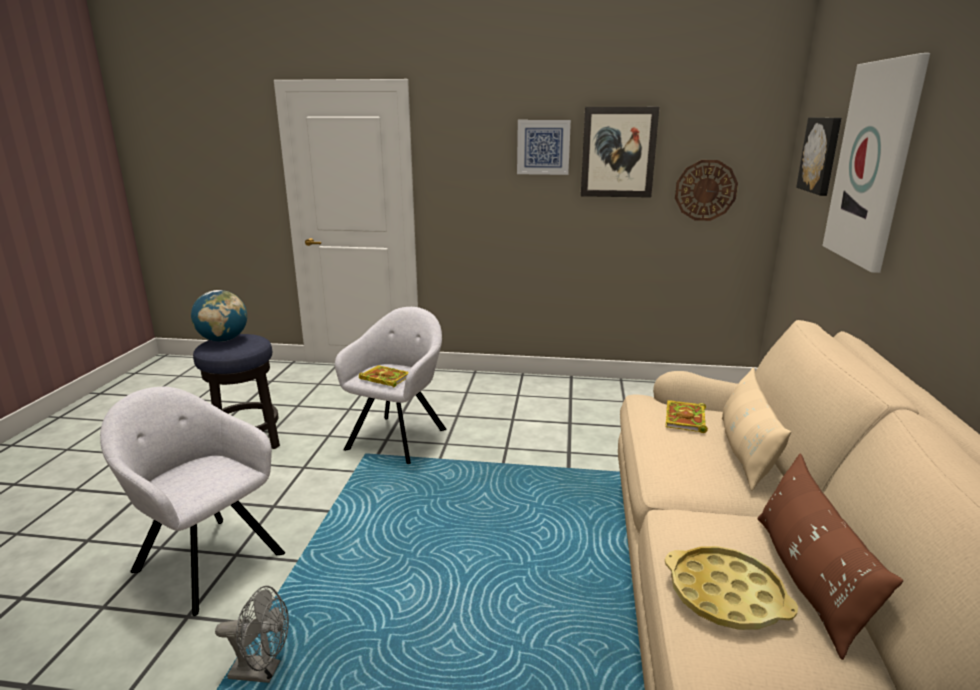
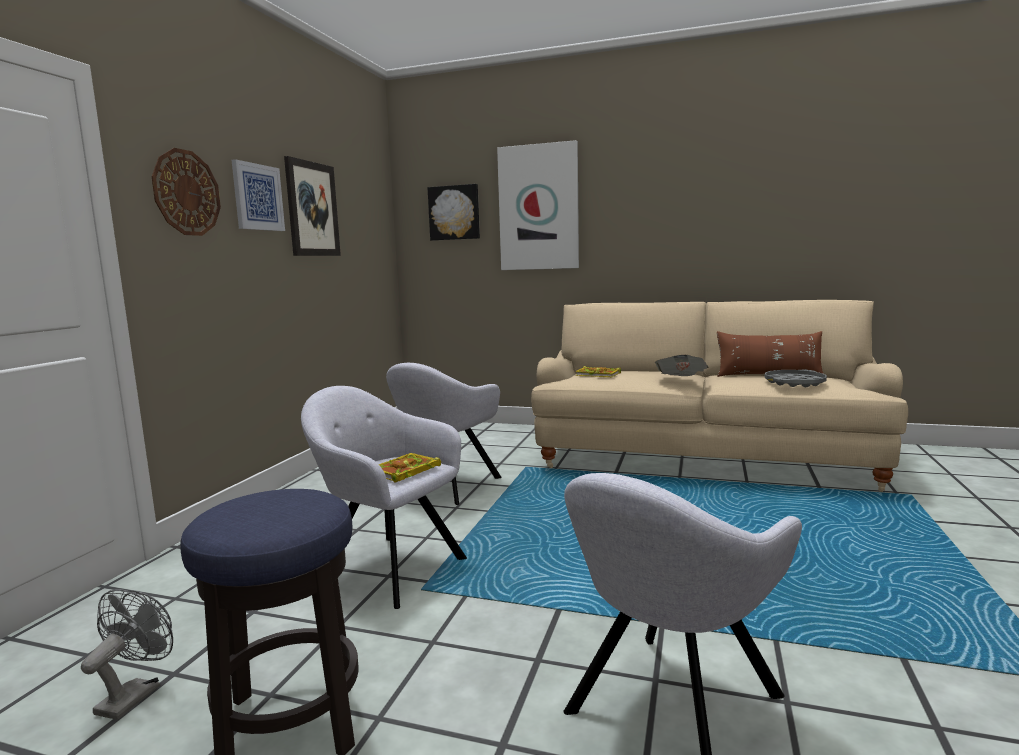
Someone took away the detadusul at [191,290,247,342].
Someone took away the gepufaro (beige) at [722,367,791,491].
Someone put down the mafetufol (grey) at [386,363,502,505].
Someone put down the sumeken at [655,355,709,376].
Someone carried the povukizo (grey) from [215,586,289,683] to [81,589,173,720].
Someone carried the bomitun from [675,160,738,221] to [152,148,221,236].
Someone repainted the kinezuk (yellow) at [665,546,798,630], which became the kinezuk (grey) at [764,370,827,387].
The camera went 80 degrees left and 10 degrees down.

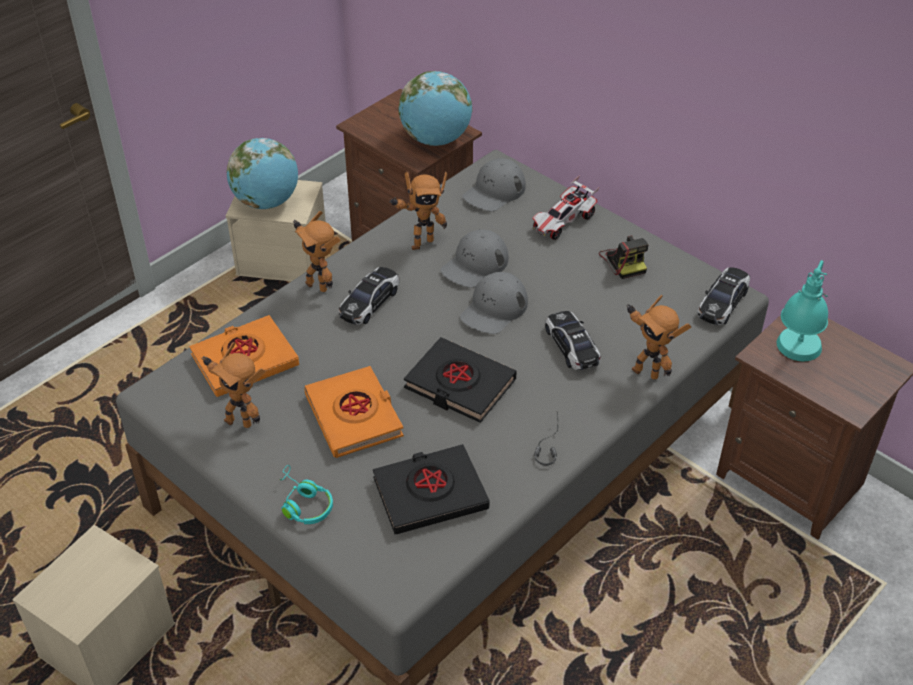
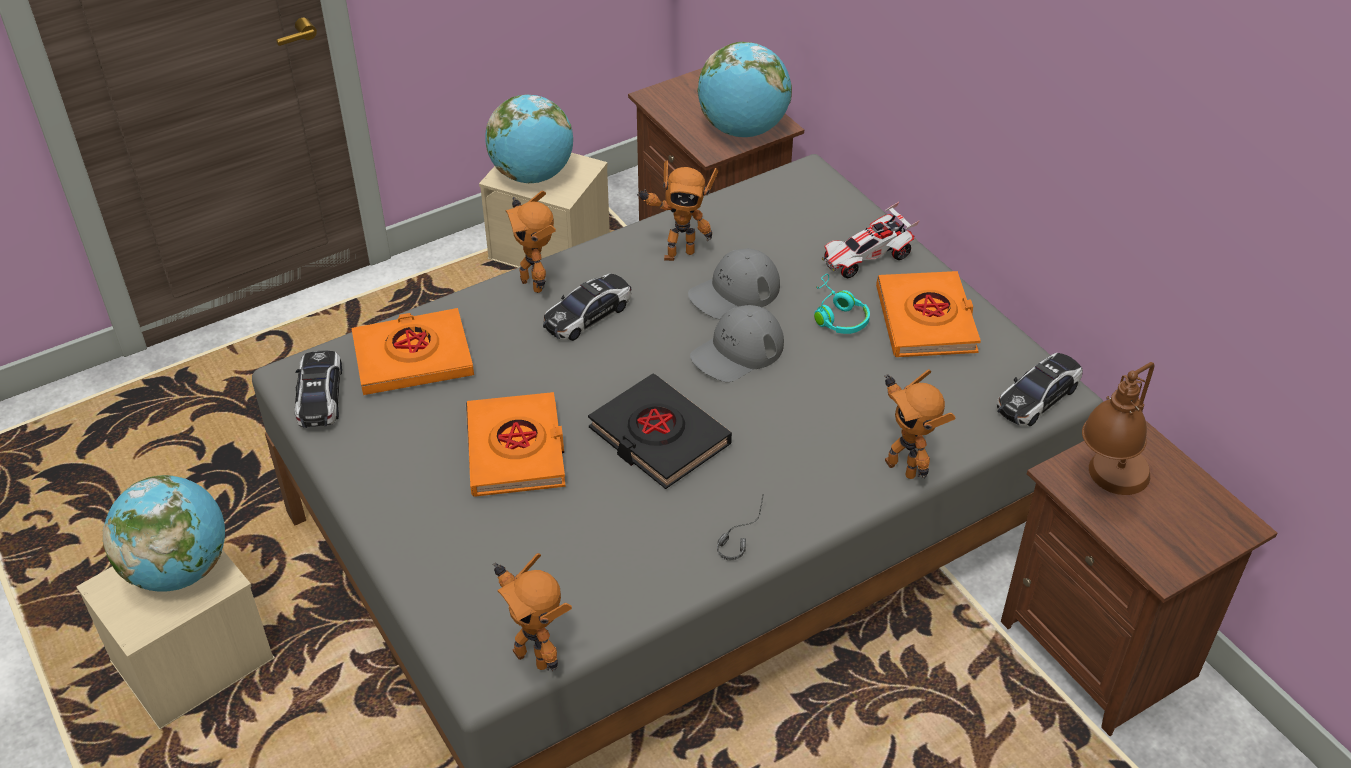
Someone took away the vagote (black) at [373,444,490,534].
Someone took away the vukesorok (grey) at [462,158,526,211].
Someone put down the detadusul at [103,475,225,592].
Someone carried the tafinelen from [201,342,266,428] to [492,553,572,671].
Someone carried the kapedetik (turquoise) from [279,465,333,524] to [814,274,870,334].
Someone carried the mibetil from [545,311,601,370] to [295,351,342,428].
Someone swapped the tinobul at [599,235,649,279] for the vagote (orange) at [876,271,981,357].
Someone repainted the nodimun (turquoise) at [777,260,828,361], which became the nodimun (brown) at [1082,362,1154,495].
The camera went 15 degrees right and 0 degrees up.

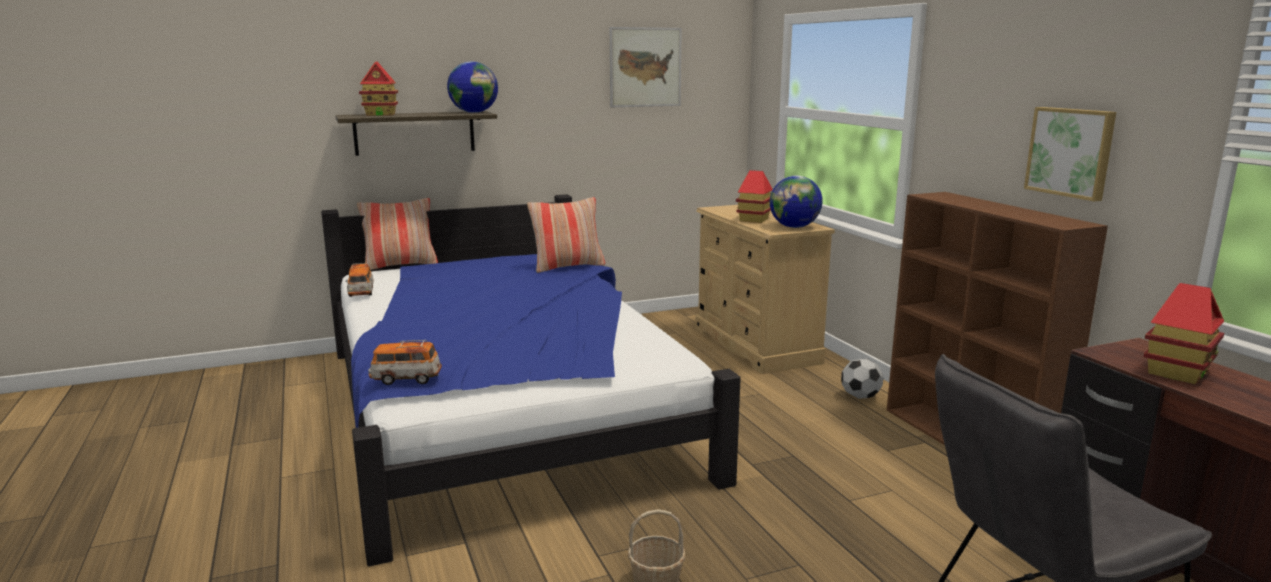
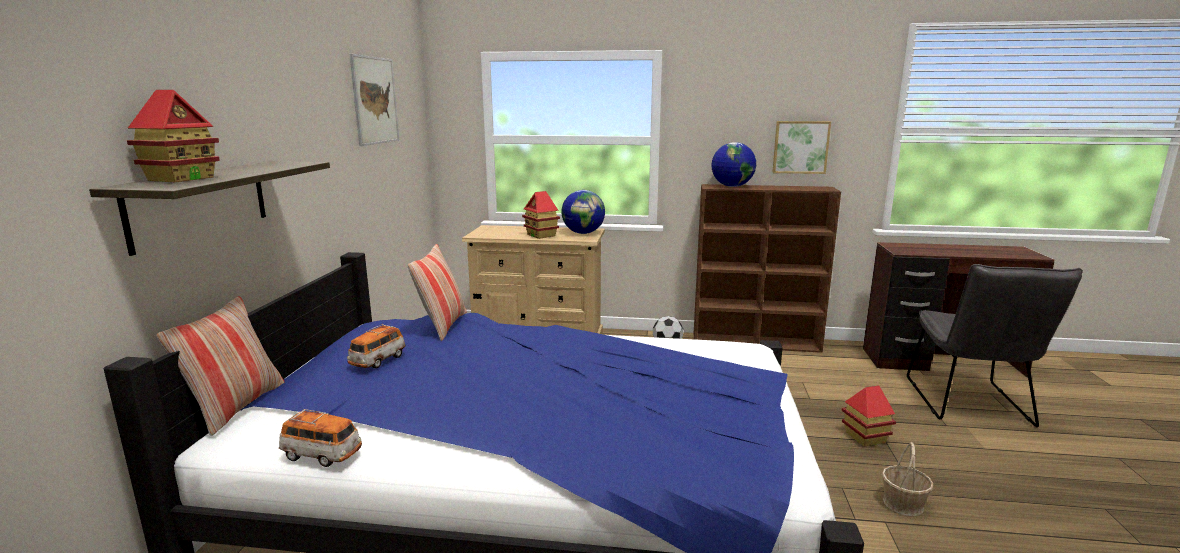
Someone carried the mibetil from [368,340,442,385] to [347,324,406,369].
Someone carried the detadusul from [447,61,498,113] to [712,142,756,187].
Someone carried the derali from [1144,283,1224,384] to [842,386,896,446].
The camera went 60 degrees left and 0 degrees up.

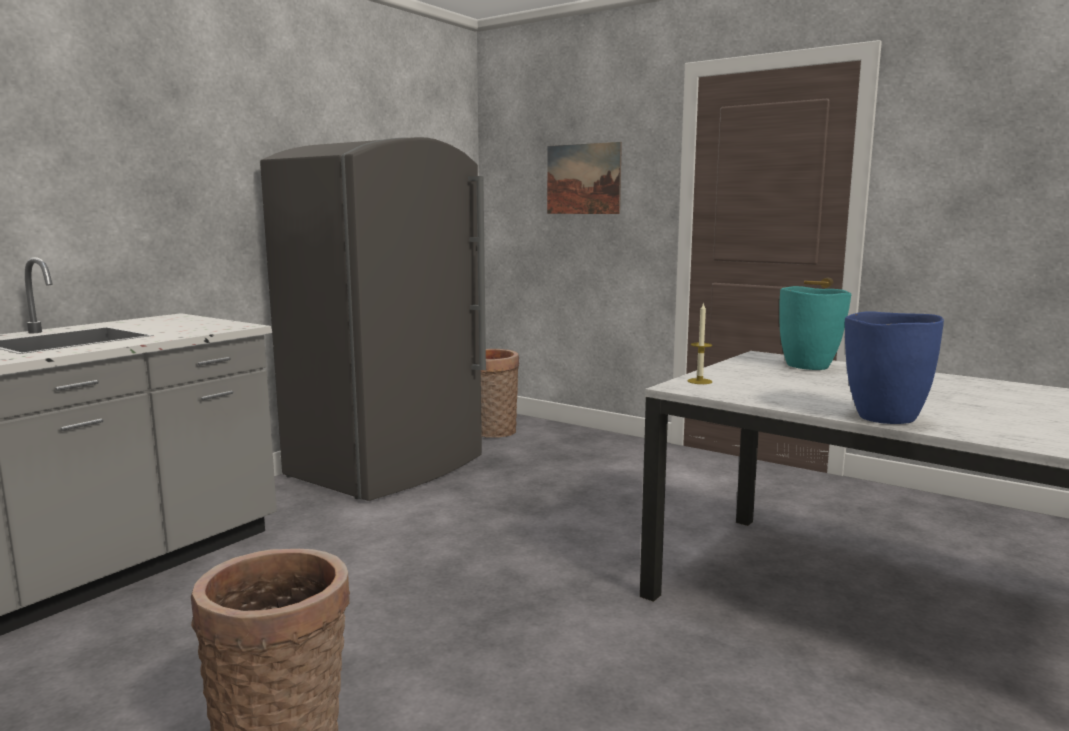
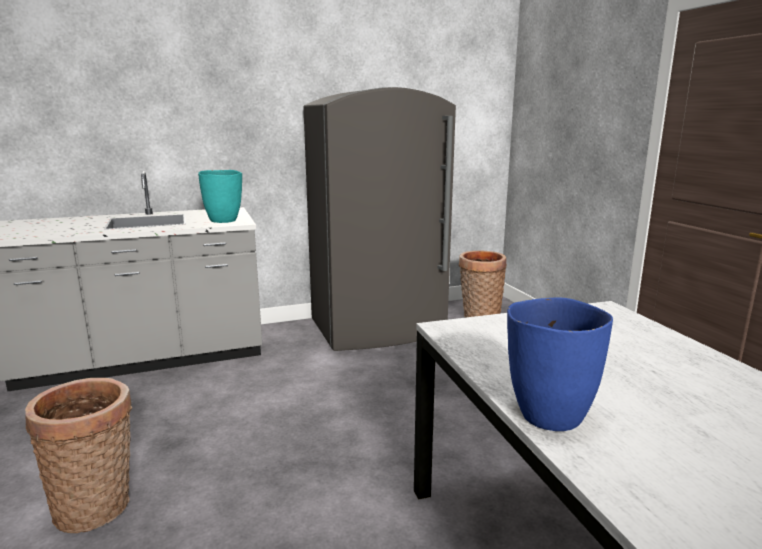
Someone took away the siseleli at [547,142,622,214].
Someone took away the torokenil at [687,302,712,384].
Someone carried the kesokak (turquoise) from [779,286,851,370] to [198,170,242,223].
The camera went 35 degrees right and 5 degrees up.

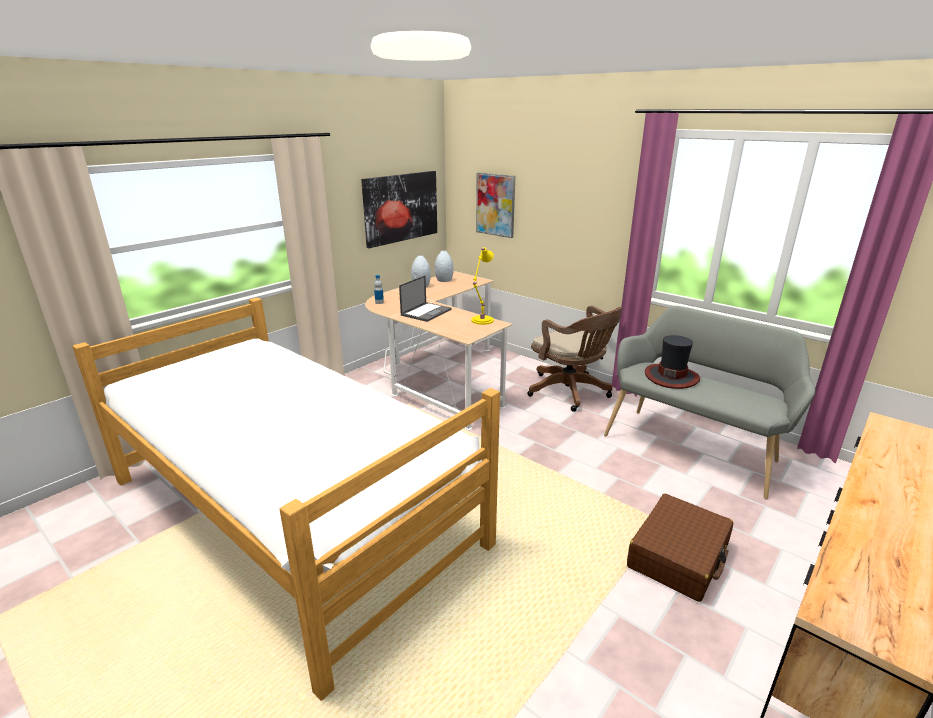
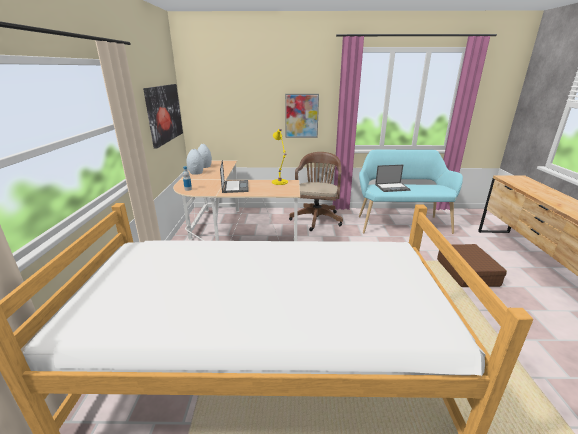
Someone carried the siseleli from [476,173,515,238] to [285,94,319,138].
Someone swapped the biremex at [645,335,700,389] for the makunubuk at [375,165,411,192].
Someone repainted the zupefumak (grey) at [604,306,816,499], which became the zupefumak (turquoise) at [359,150,463,234].
Someone rotated the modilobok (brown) at [527,306,622,412] by 90 degrees counterclockwise.
The camera went 40 degrees left and 0 degrees up.

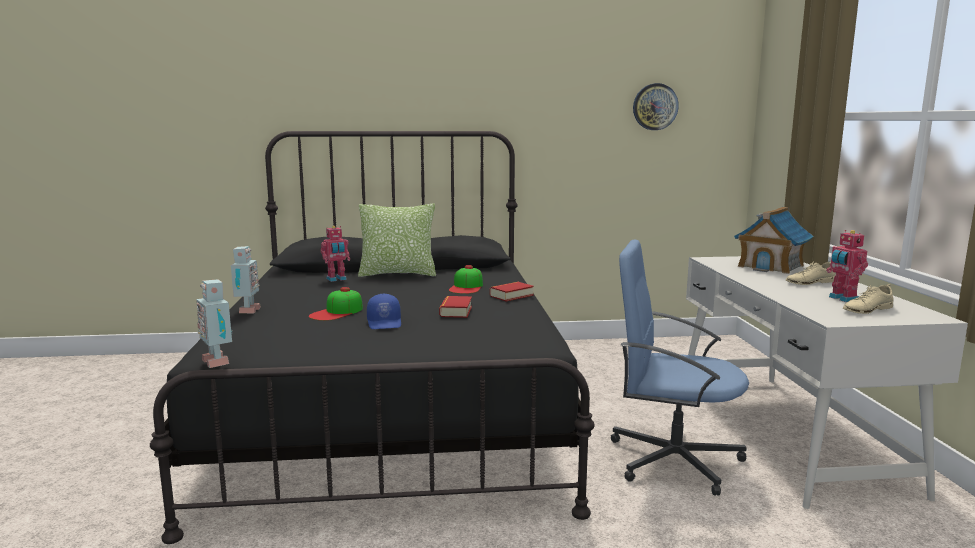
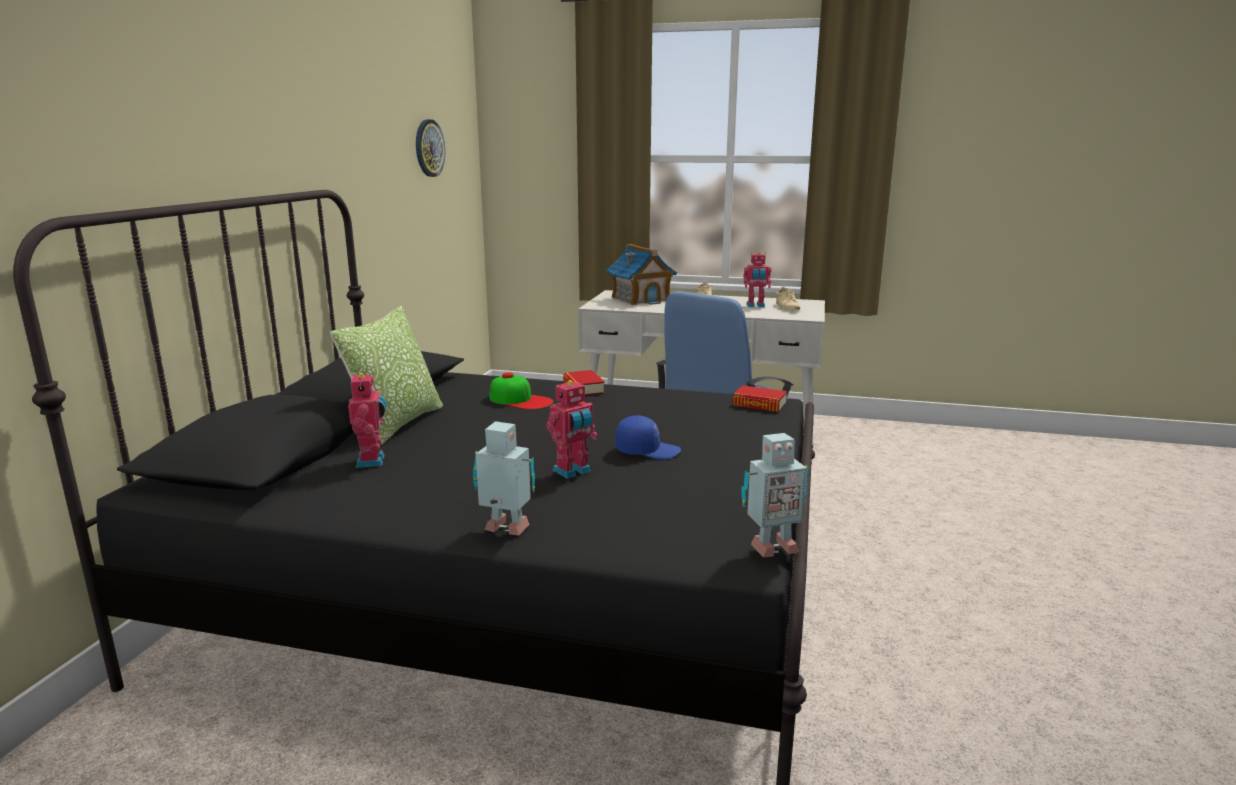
Someone carried the vagote from [439,296,472,318] to [733,385,787,412].
Someone swapped the vukesorok at [309,287,363,321] for the tafinelen at [546,380,598,479].
The camera went 70 degrees left and 5 degrees up.

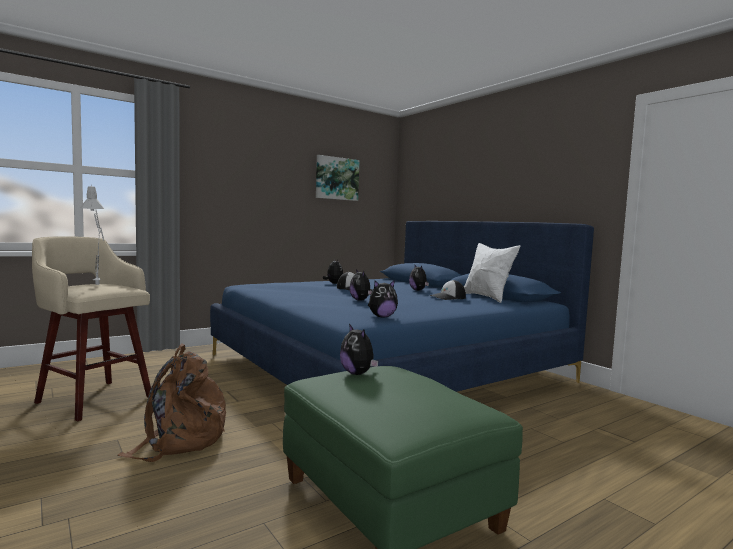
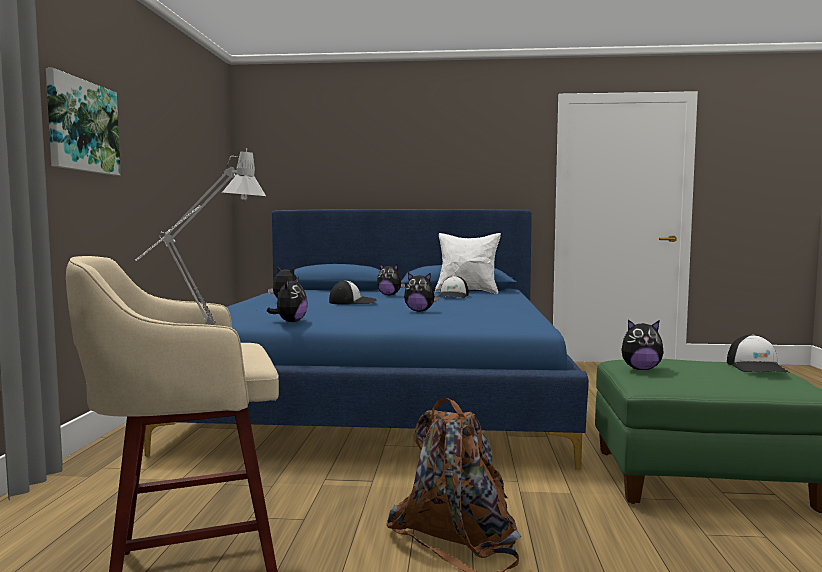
Someone put down the vukesorok at [727,334,790,373].
Someone carried the siseleli from [316,155,360,201] to [46,68,121,175].
Someone carried the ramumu from [368,280,398,318] to [267,277,308,322].
The camera went 50 degrees left and 0 degrees up.

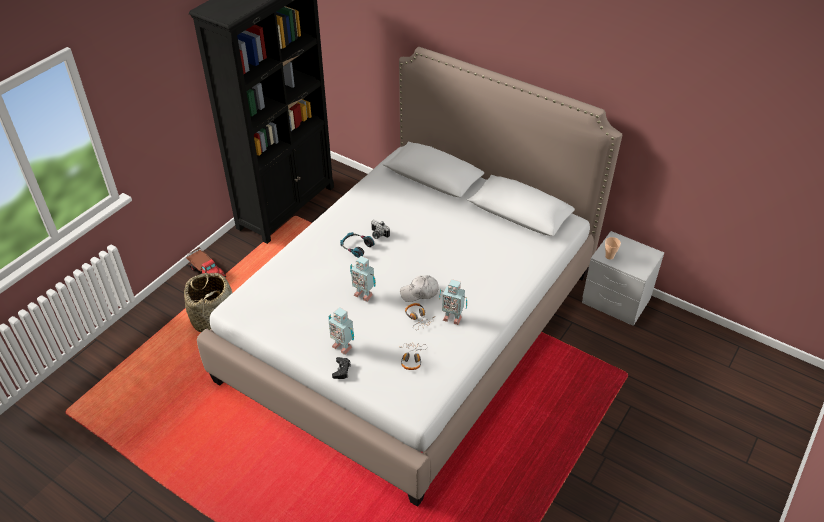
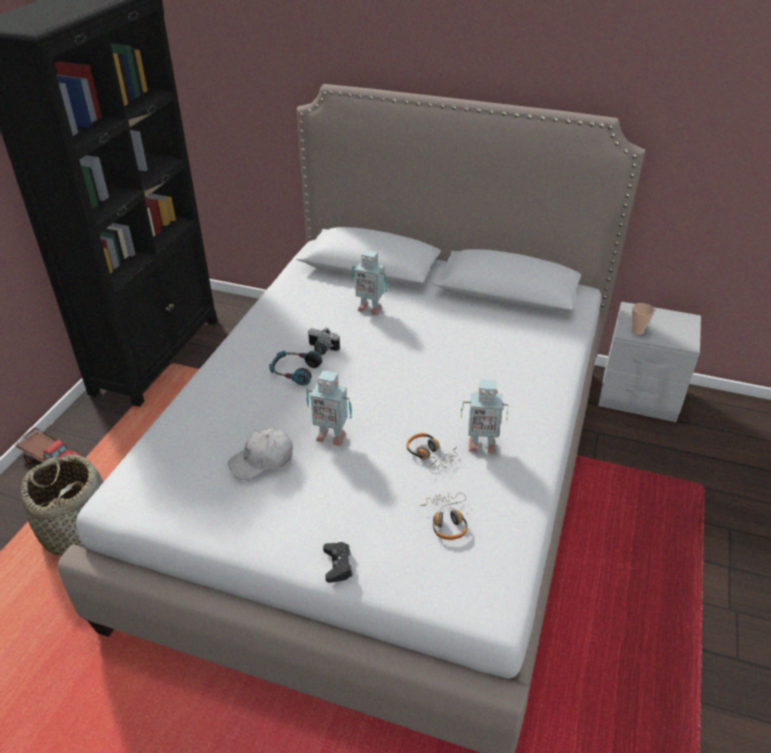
Someone carried the tafinelen from [328,307,354,355] to [352,250,387,316].
Someone carried the vukesorok (white) from [400,275,439,302] to [228,429,293,480].
The camera went 15 degrees left and 5 degrees down.

